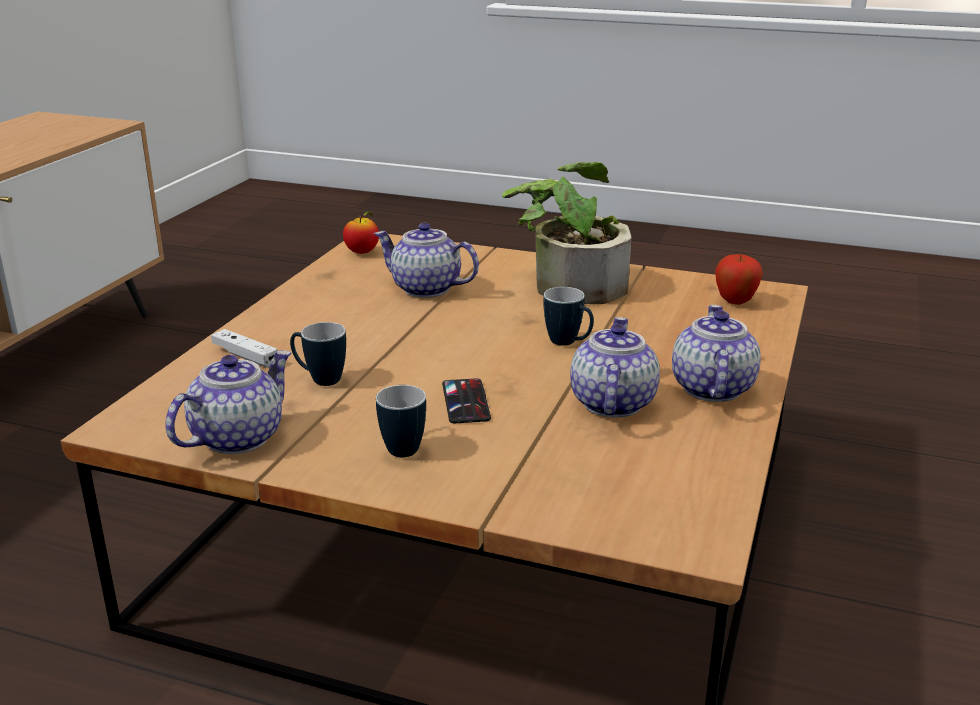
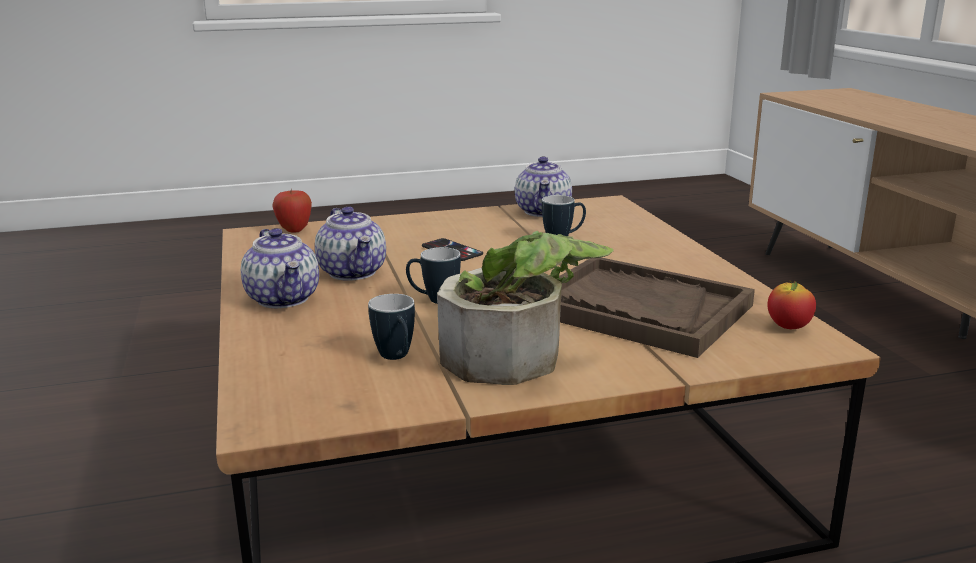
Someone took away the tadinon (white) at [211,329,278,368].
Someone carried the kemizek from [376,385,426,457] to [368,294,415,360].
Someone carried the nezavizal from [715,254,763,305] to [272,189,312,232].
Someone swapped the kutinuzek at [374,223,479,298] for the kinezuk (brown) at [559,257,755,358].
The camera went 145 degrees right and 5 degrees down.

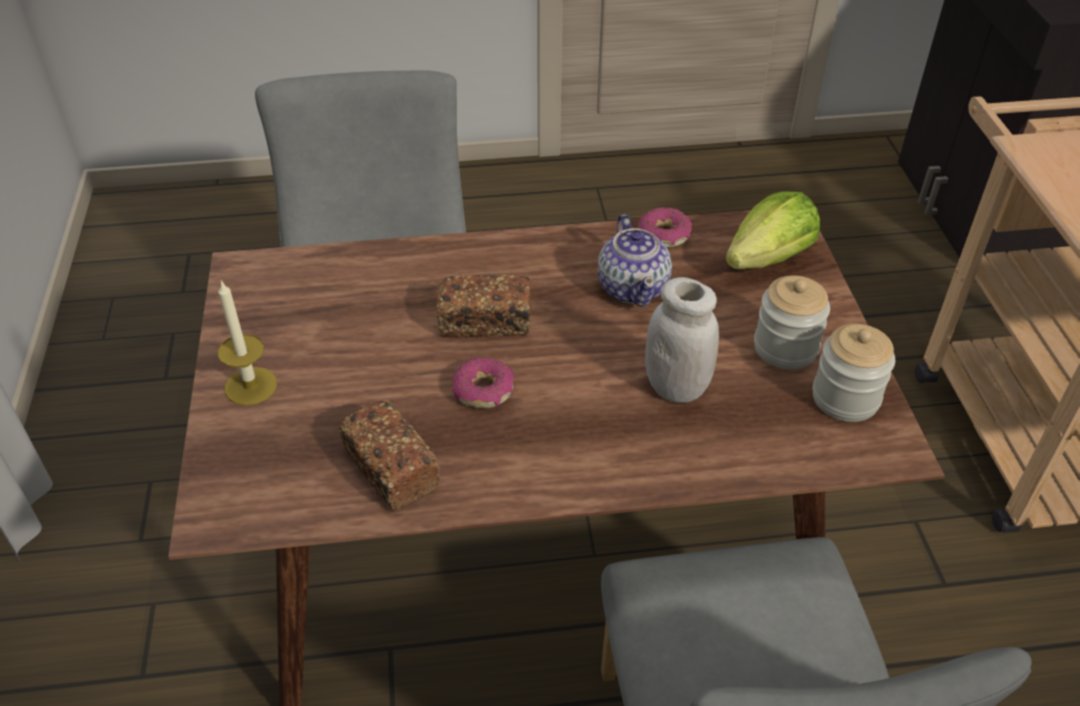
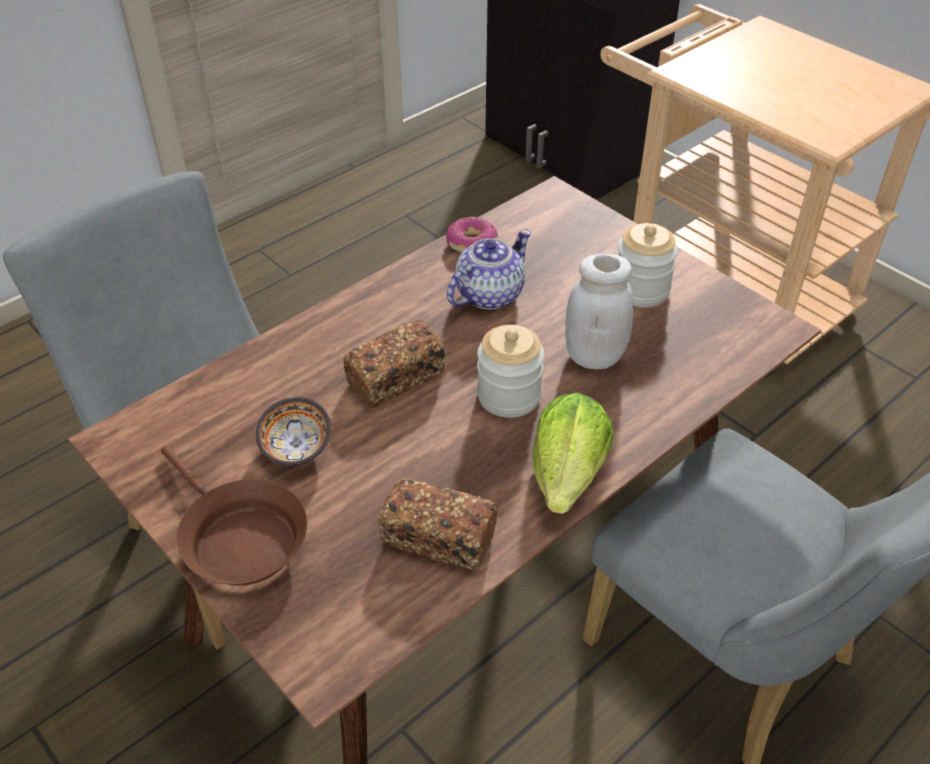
Someone took away the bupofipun at [452,357,514,409].
Someone put down the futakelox at [256,397,331,466].
Someone carried the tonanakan from [726,191,820,269] to [532,393,614,514].
Someone carried the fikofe from [813,324,895,422] to [477,325,544,418].
Someone swapped the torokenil at [218,280,277,406] for the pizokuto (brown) at [161,446,307,586].
Someone rotated the kutinuzek at [598,214,672,307] by 90 degrees counterclockwise.
The camera went 35 degrees left and 0 degrees up.

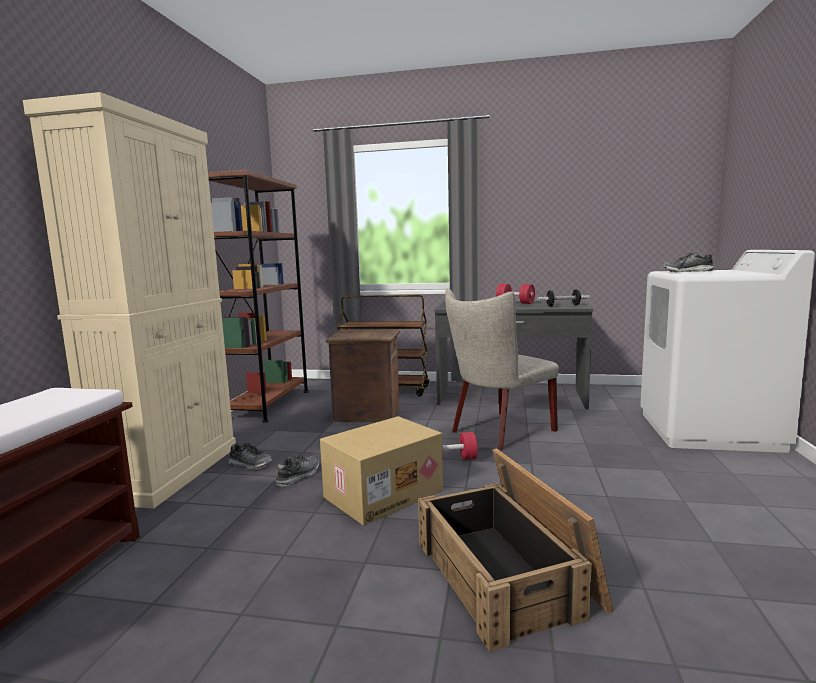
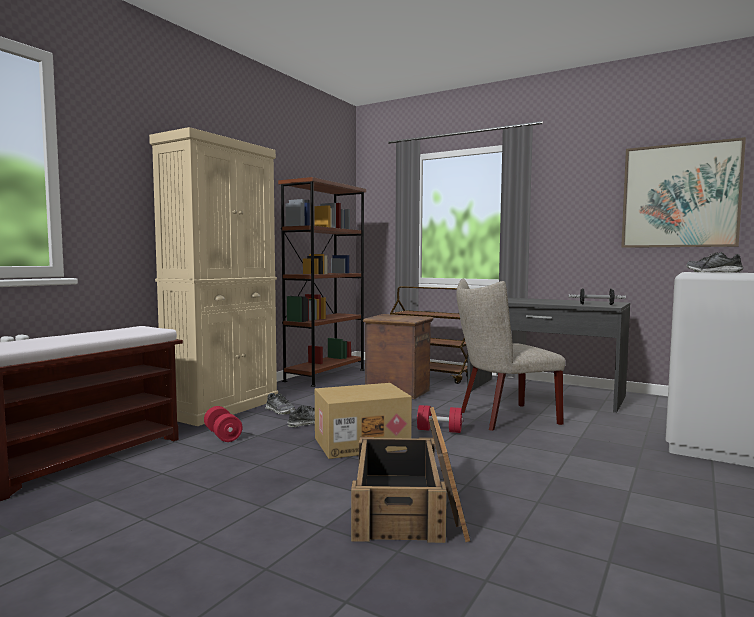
Someone put up the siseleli at [621,137,746,248].
Someone carried the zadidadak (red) from [496,284,535,304] to [204,406,243,442].
The camera went 20 degrees right and 5 degrees down.

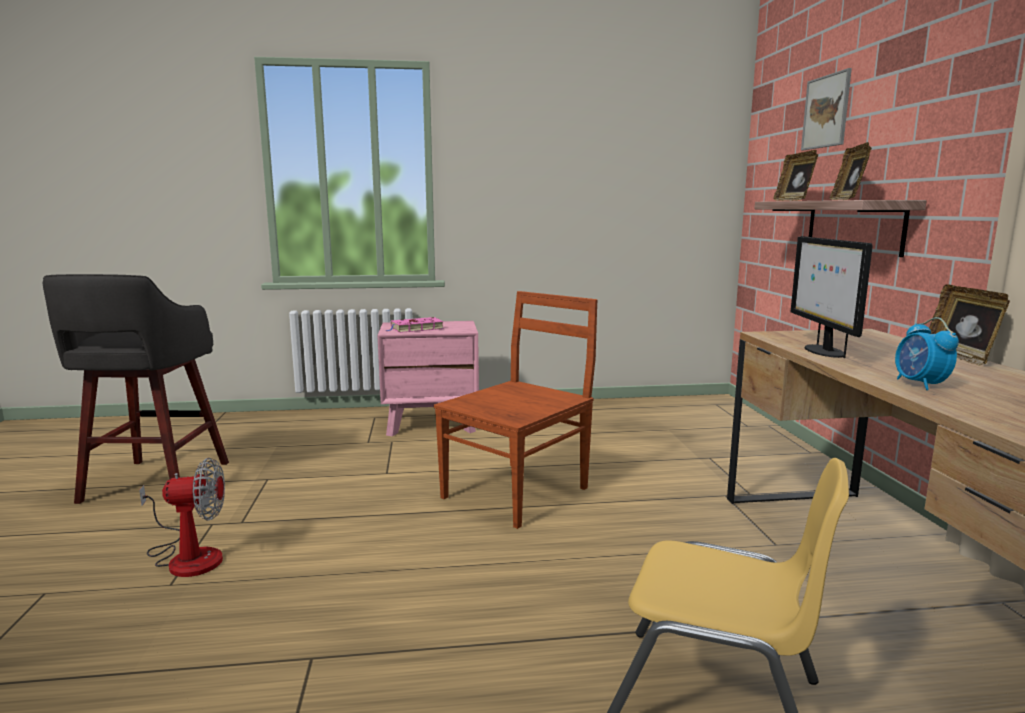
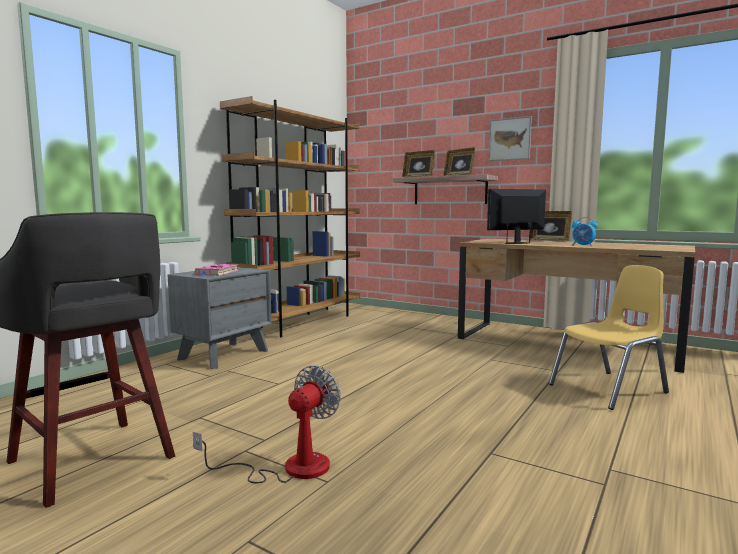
Someone took away the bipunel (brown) at [434,291,598,529].
Someone put down the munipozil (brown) at [220,96,360,337].
Someone carried the siseleli from [801,68,852,150] to [489,116,532,161].
Someone repainted the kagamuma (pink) at [377,321,479,437], which became the kagamuma (grey) at [167,267,272,369].
Someone rotated the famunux at [791,236,873,358] by 120 degrees clockwise.
The camera went 50 degrees left and 5 degrees down.

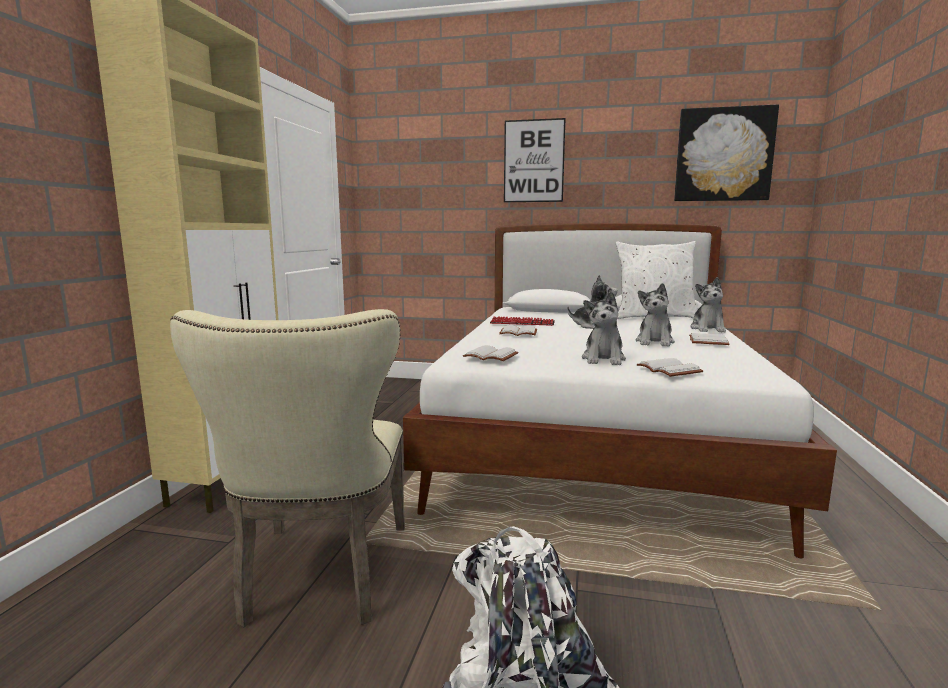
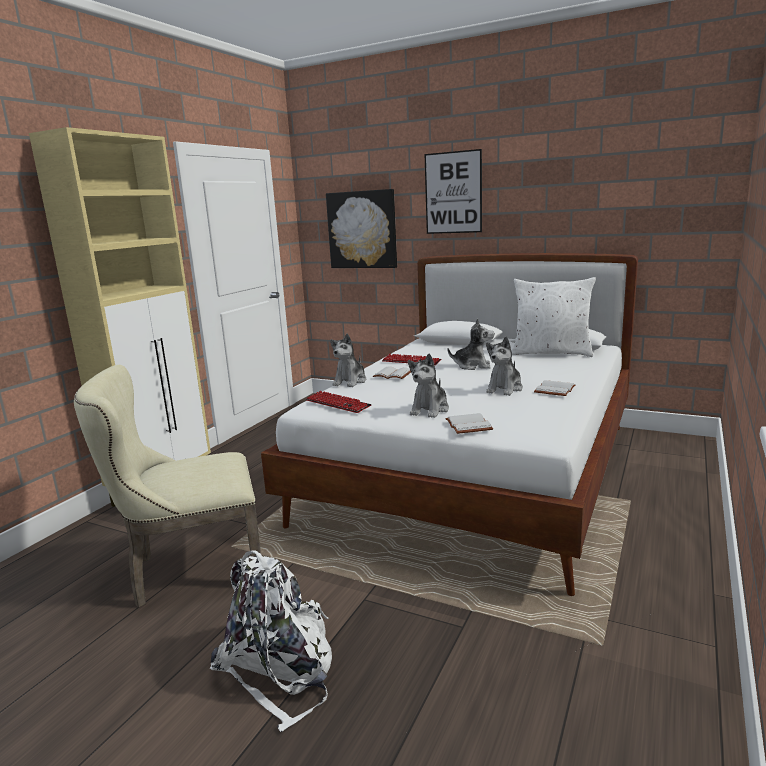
Someone carried the siseleli from [674,104,779,201] to [326,189,397,268].
Someone carried the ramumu from [690,277,726,332] to [330,333,366,387].
Someone swapped the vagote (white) at [463,345,518,361] for the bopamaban at [306,391,372,413].
Someone rotated the bipunel (beige) at [170,309,405,627] by 60 degrees clockwise.
The camera went 15 degrees right and 5 degrees up.

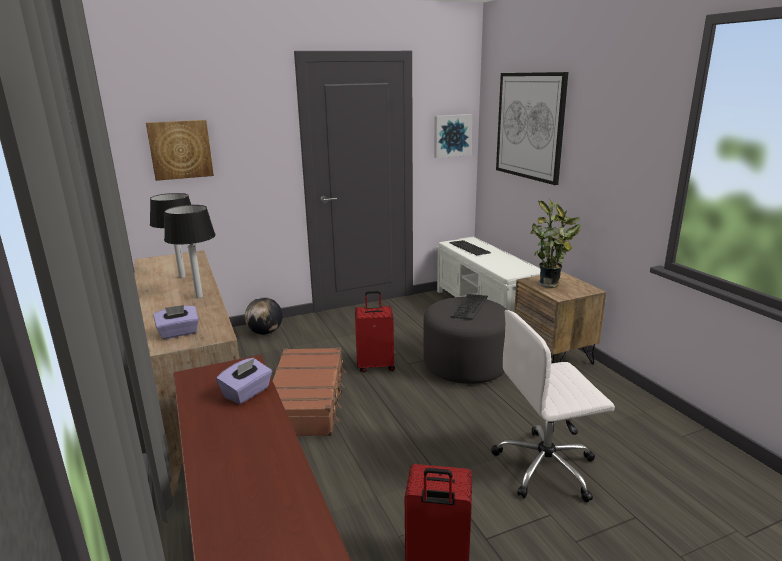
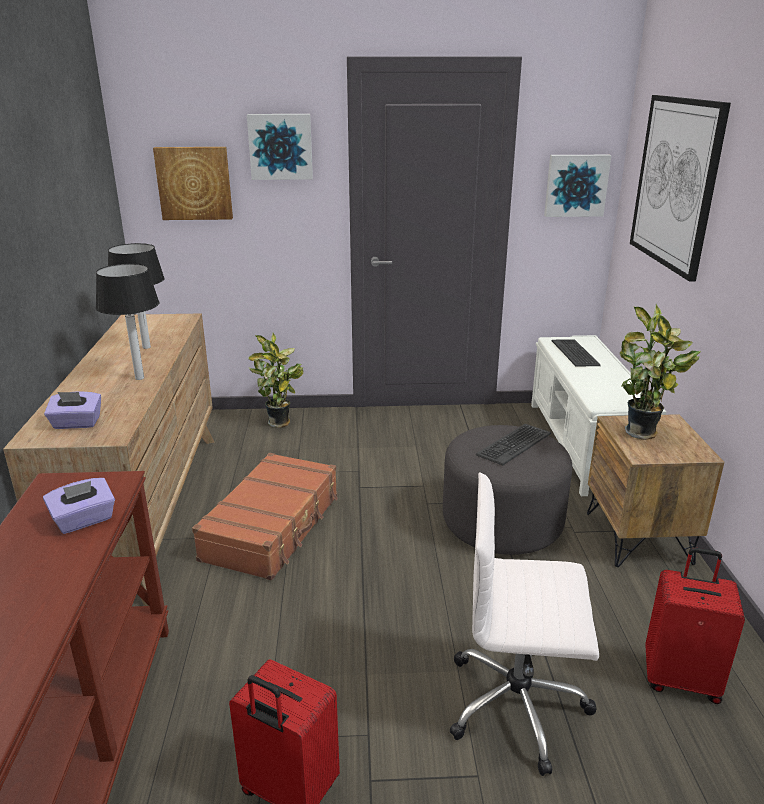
Someone put up the siseleli at [247,114,313,180].
Someone carried the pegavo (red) from [355,291,395,373] to [645,547,745,704].
Someone swapped the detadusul at [245,297,283,335] for the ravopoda at [248,333,303,428].
The camera went 20 degrees right and 5 degrees up.

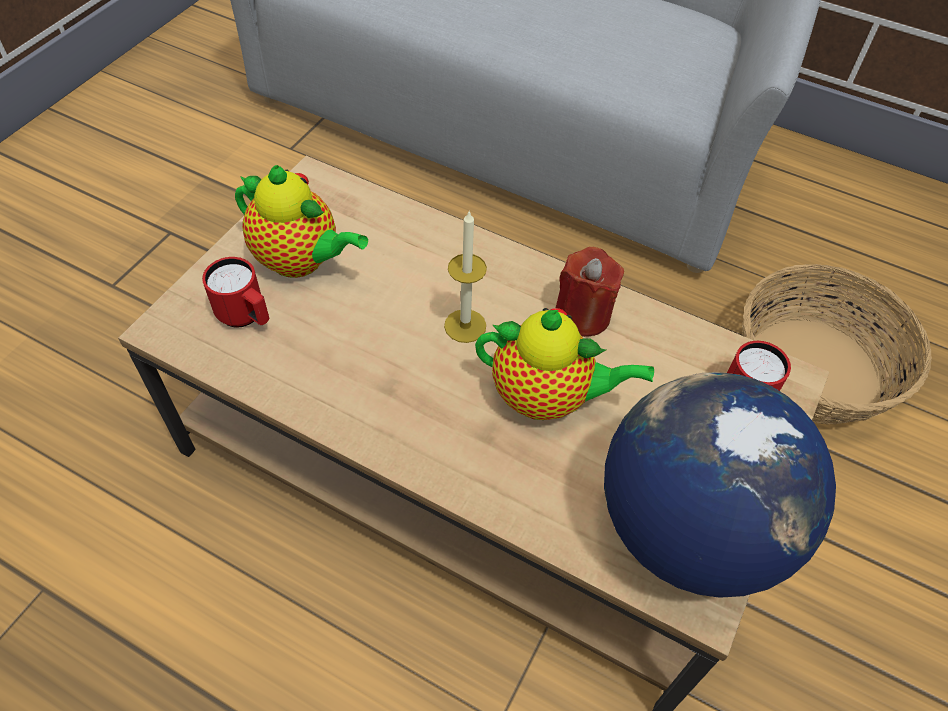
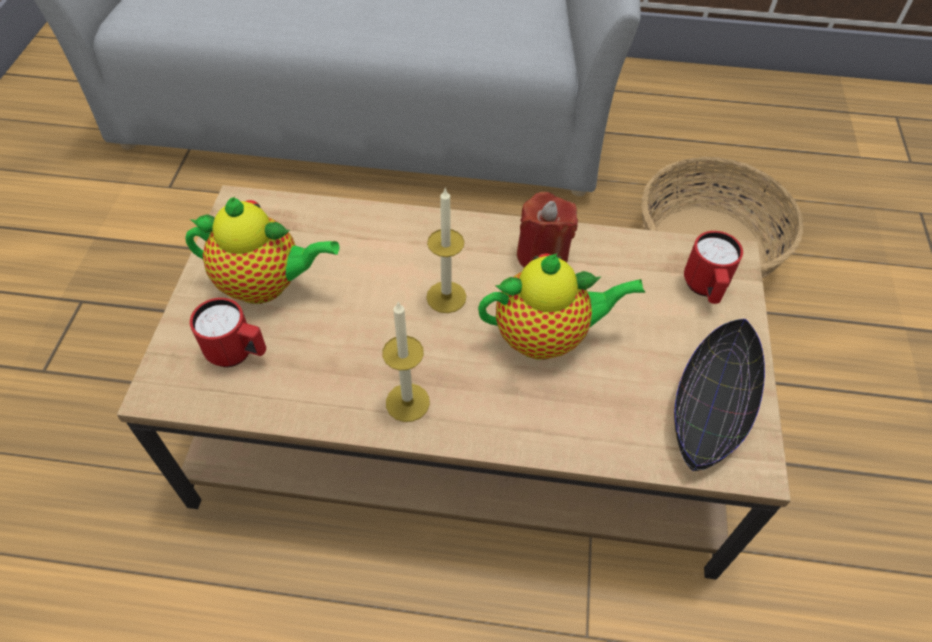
Someone put down the torokenil at [382,301,430,422].
Someone swapped the detadusul at [604,372,836,597] for the futakelox (black) at [674,319,765,471].
The camera went 20 degrees left and 0 degrees up.

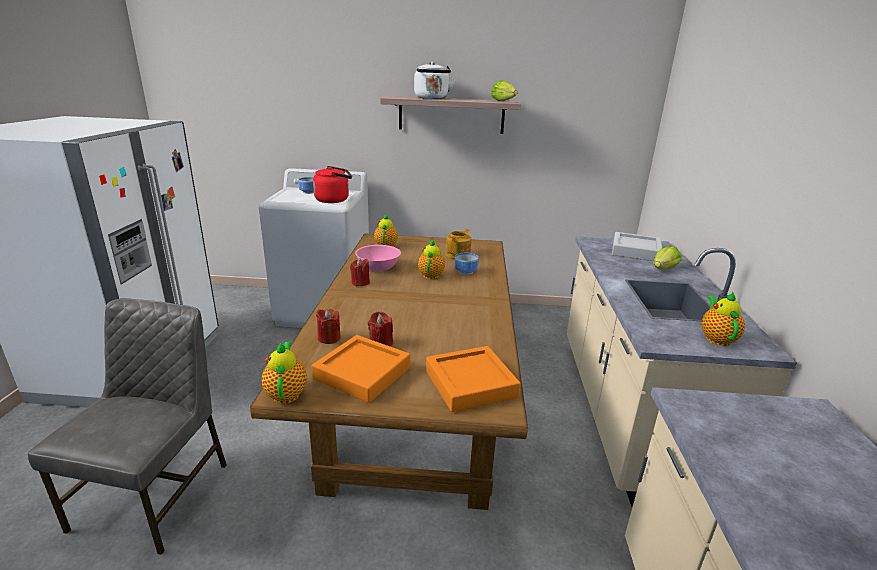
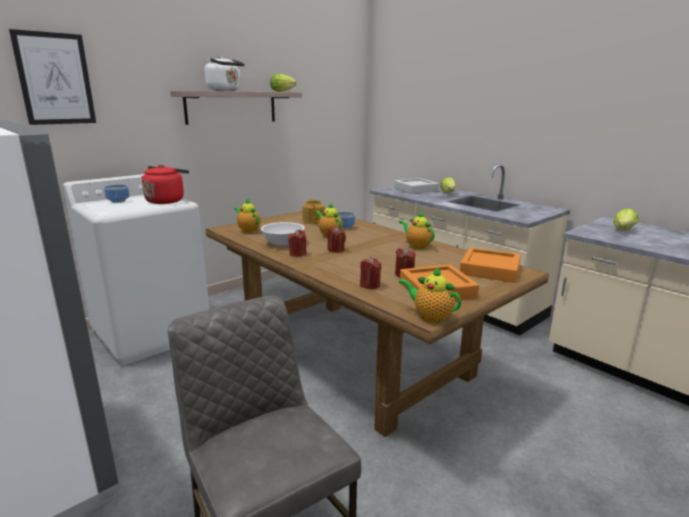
Someone put up the siseleli at [9,29,96,125].
Someone put down the torokenil (red) at [327,227,346,253].
Someone put down the tonanakan at [613,208,639,230].
Someone carried the kutinuzek from [702,292,745,346] to [399,211,435,249].
Someone repainted the futakelox (pink) at [355,245,401,271], which became the futakelox (white) at [261,222,305,245].
The camera went 45 degrees left and 5 degrees down.

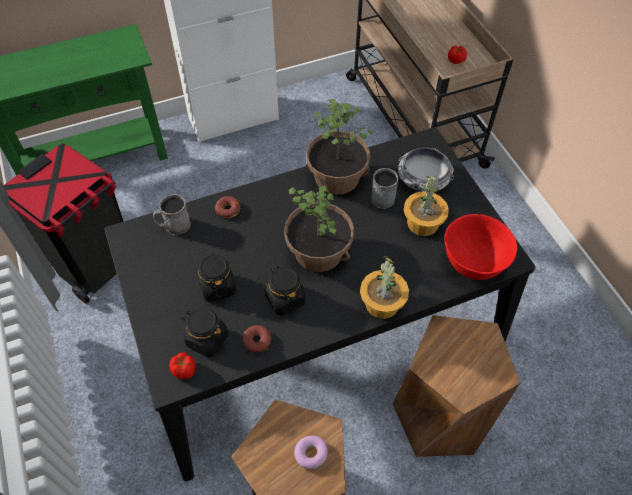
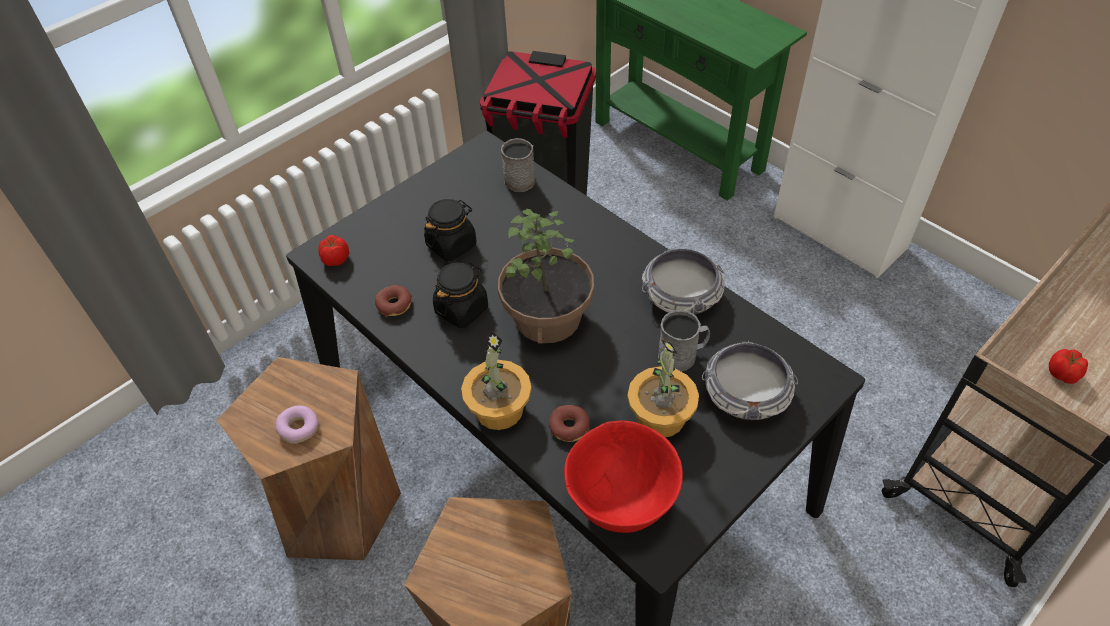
Someone took away the fikofe (black) at [182,308,228,358].
Someone carried the bupofipun from [215,196,240,219] to [549,405,590,442].
Someone swapped the ravopoda at [306,99,374,195] for the futakelox at [642,249,725,315].
The camera went 70 degrees right and 5 degrees down.

